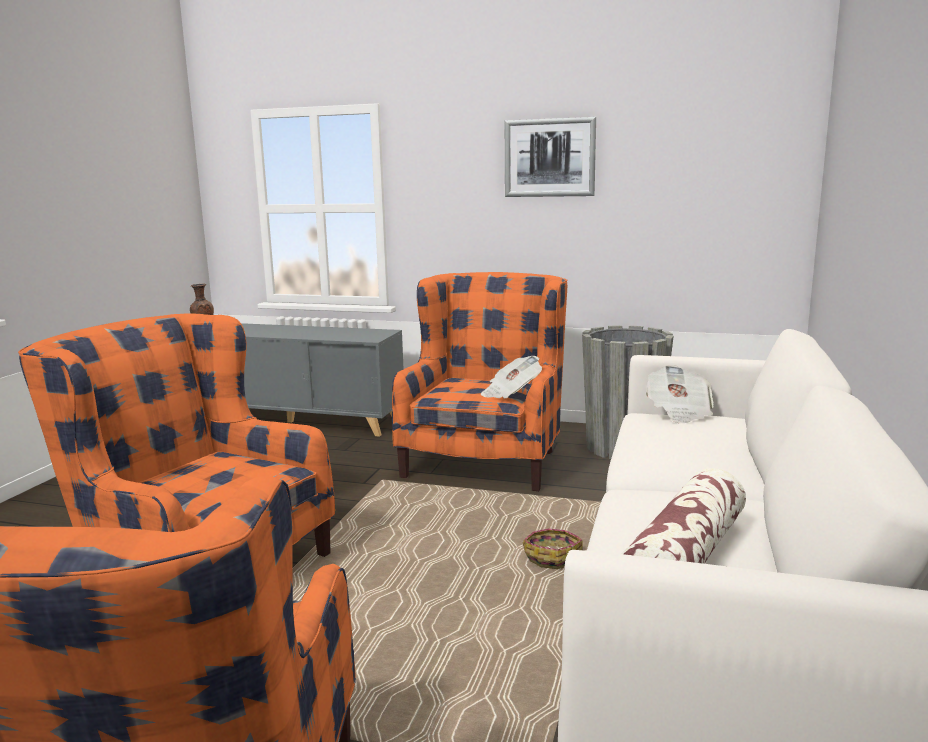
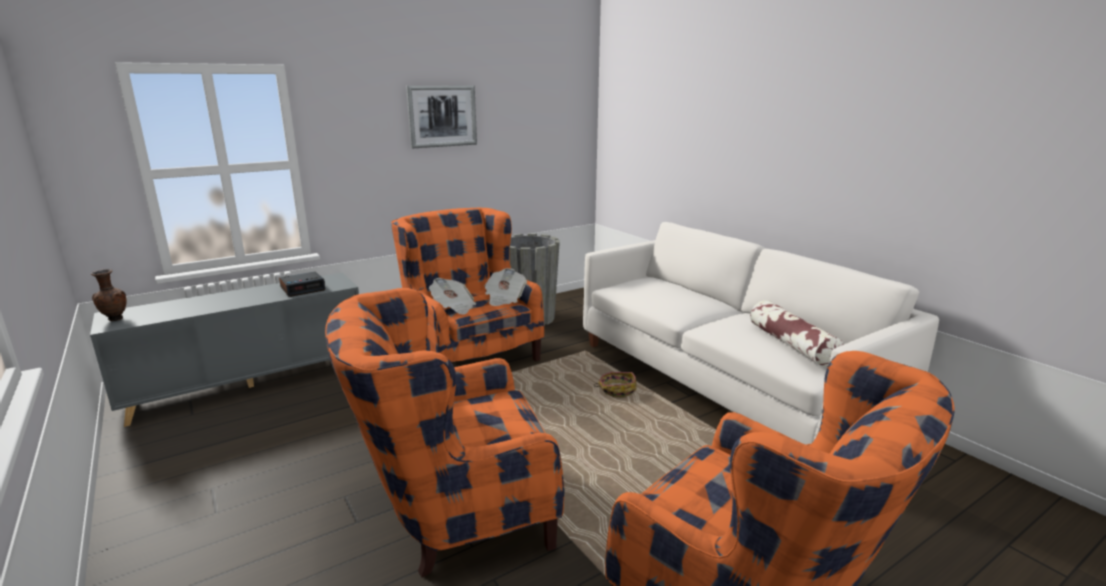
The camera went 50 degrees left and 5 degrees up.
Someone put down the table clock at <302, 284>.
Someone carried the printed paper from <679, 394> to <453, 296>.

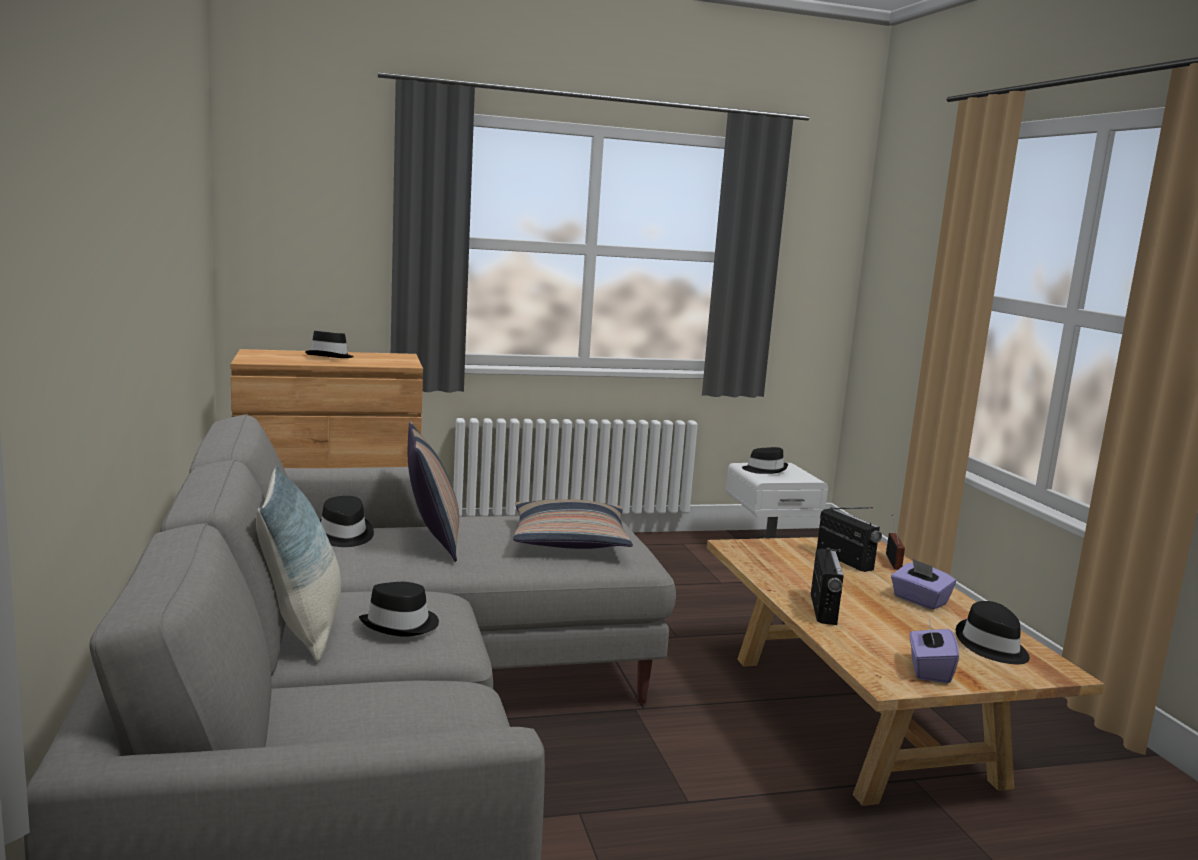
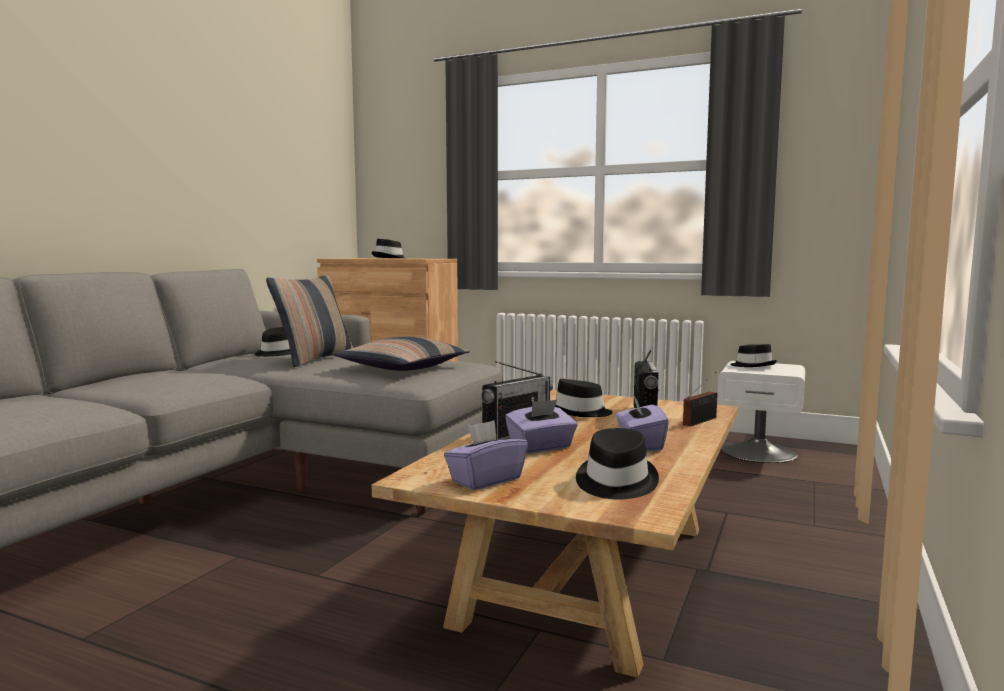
The camera went 40 degrees right and 5 degrees down.
Someone took away the pillow at <298, 563>.
Someone put down the purple box of tissues at <541, 427>.
Someone carried the blackish wearable hat from <399, 609> to <584, 398>.

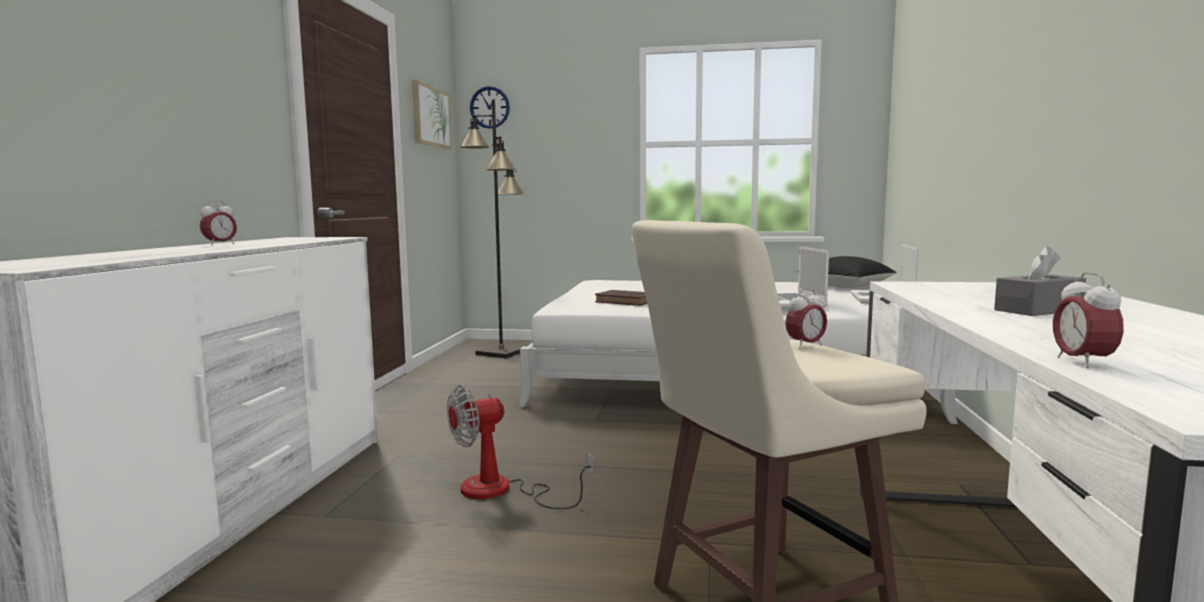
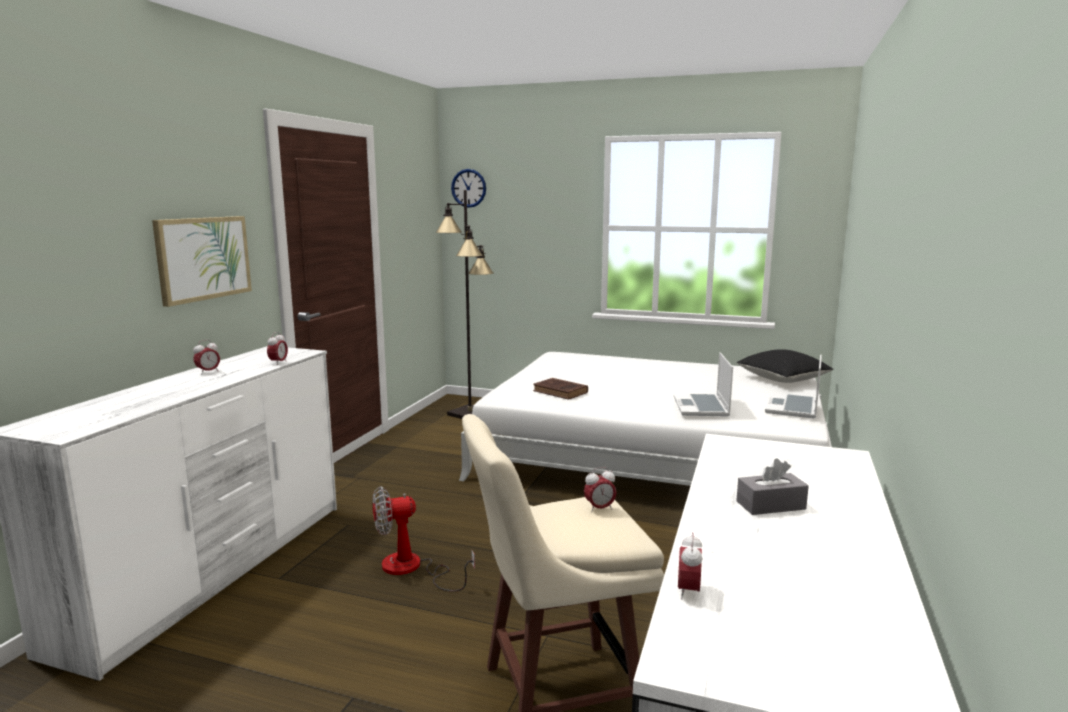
The camera went 10 degrees right and 5 degrees up.
Someone put down the table clock at <277, 348>.
Someone carried the wall art from <432, 114> to <202, 261>.

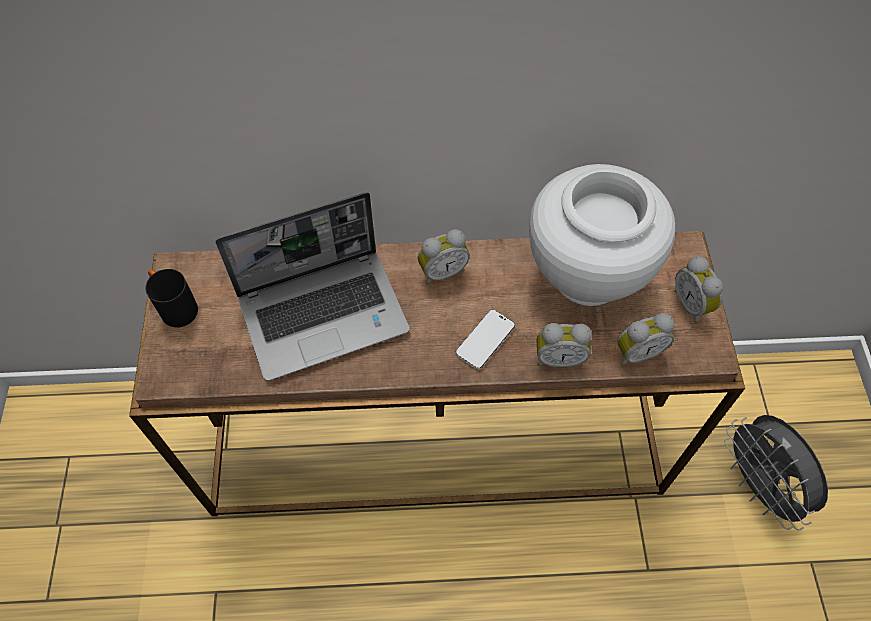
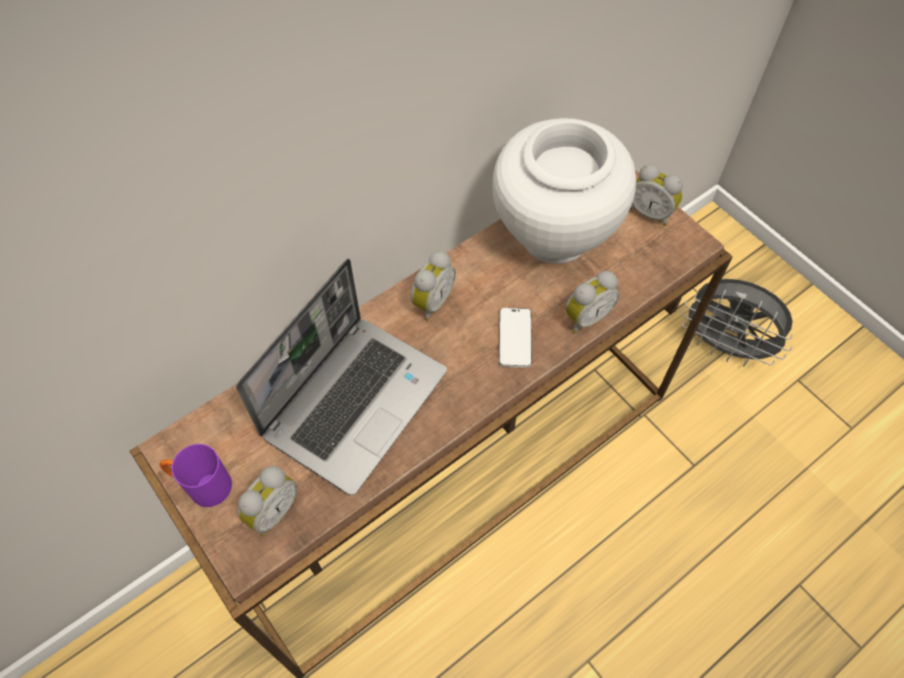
The camera went 35 degrees left and 0 degrees up.
Someone carried the table clock from <646, 339> to <267, 501>.
Someone repainted the blackish mug at <172, 298>, which became the purple mug at <196, 475>.

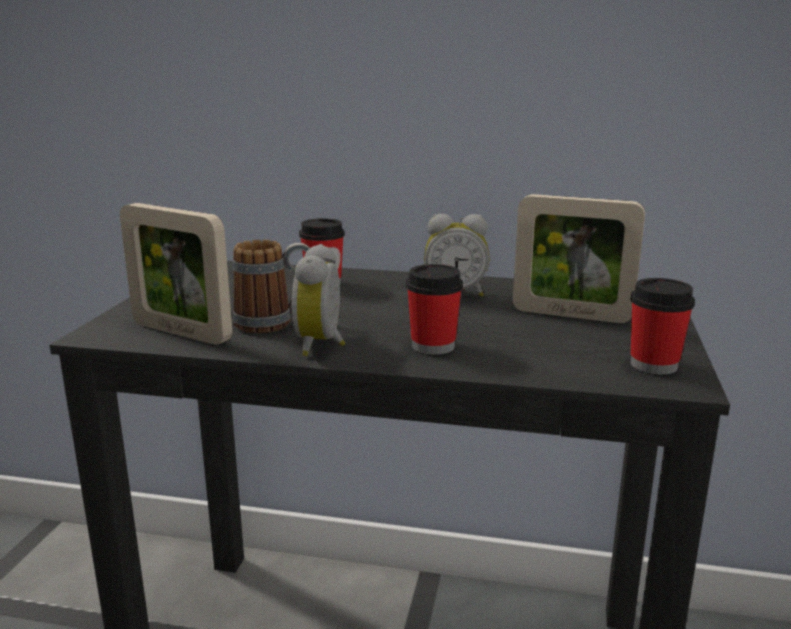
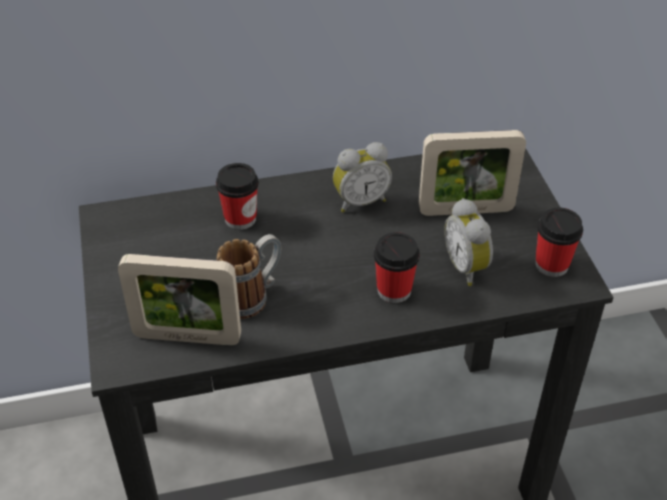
The camera went 25 degrees left and 25 degrees up.
Someone carried the table clock from <318, 300> to <468, 242>.

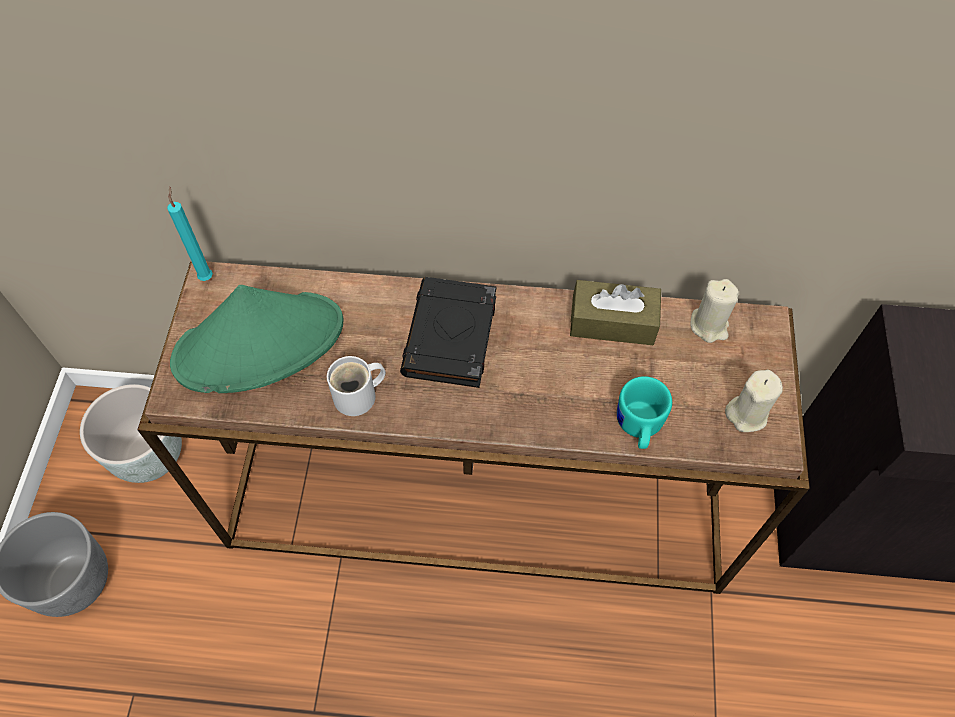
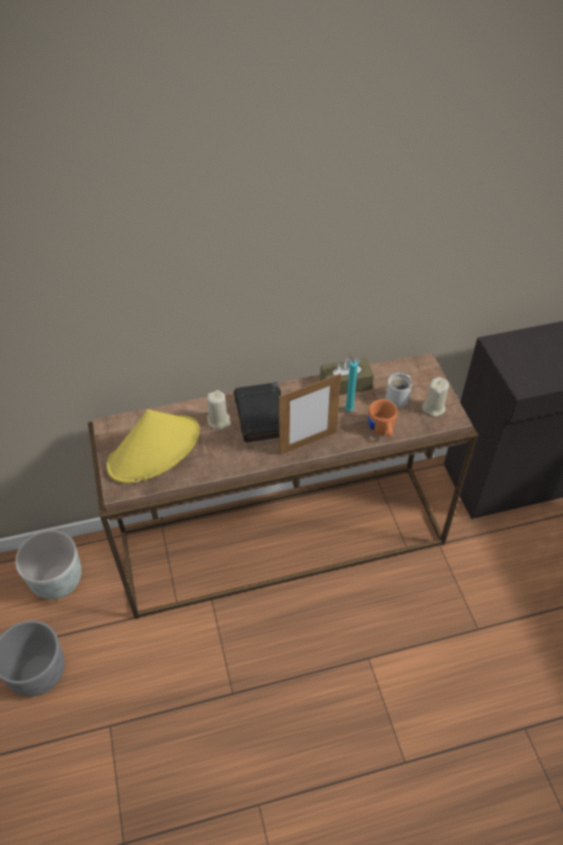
The camera went 20 degrees left and 10 degrees down.
Someone put down the photo frame at <310, 414>.
Someone carried the turquoise-coloured candle from <190, 234> to <351, 382>.
Someone carried the whitish mug from <356, 386> to <398, 390>.
Someone carried the beige candle from <714, 311> to <219, 410>.
Someone repainted the green-coloured wearable hat at <256, 339>, which became the yellow-coloured wearable hat at <153, 446>.
Someone repainted the turquoise-coloured mug at <644, 412>, which became the orange-coloured mug at <383, 418>.

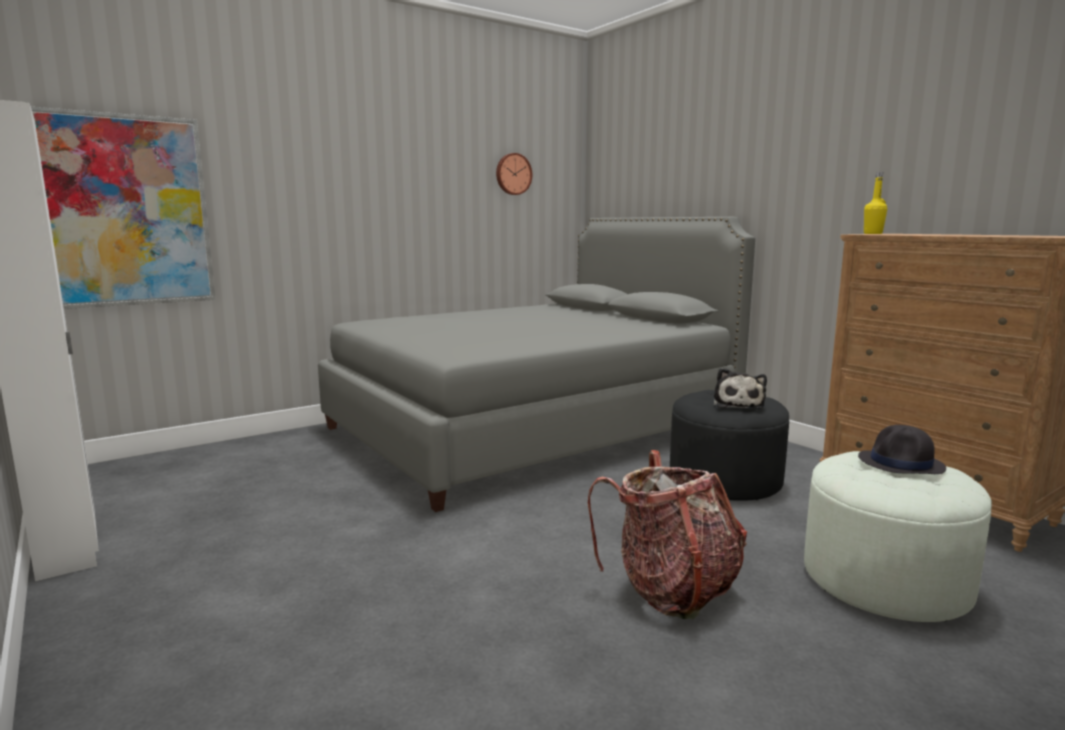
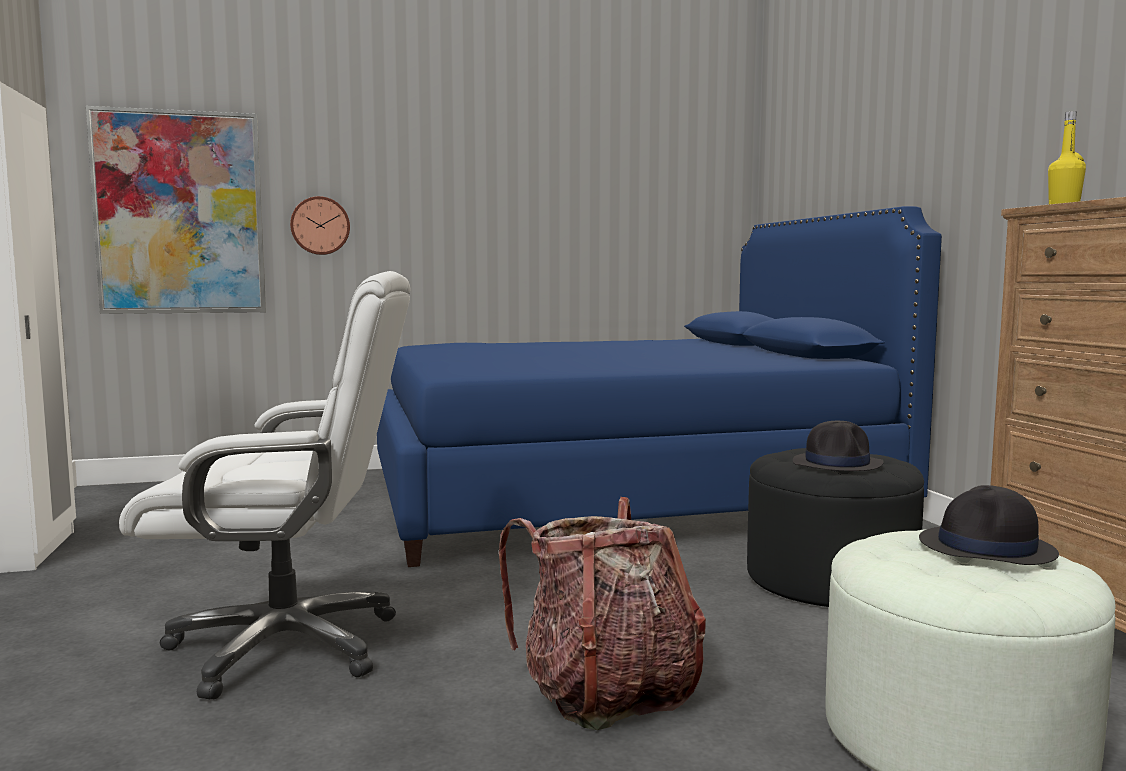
The camera went 20 degrees right and 5 degrees down.
Someone put down the whitish desk chair at <265, 485>.
Someone carried the clock on the wall from <514, 174> to <320, 225>.
Someone swapped the soft toy at <740, 388> for the blackish wearable hat at <838, 446>.
Someone repainted the greyish sleeping bed at <536, 364>, which became the blue sleeping bed at <659, 386>.

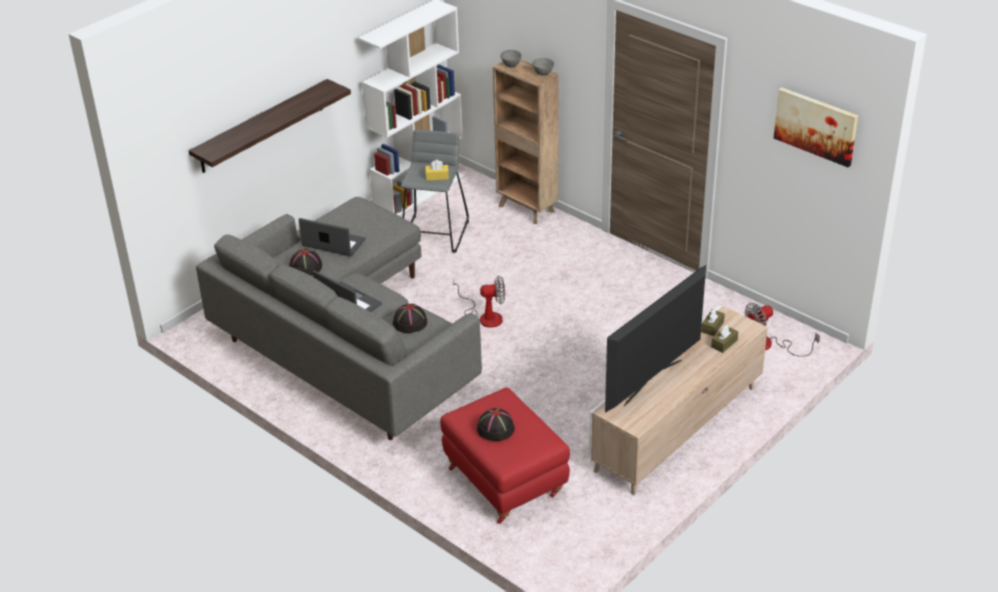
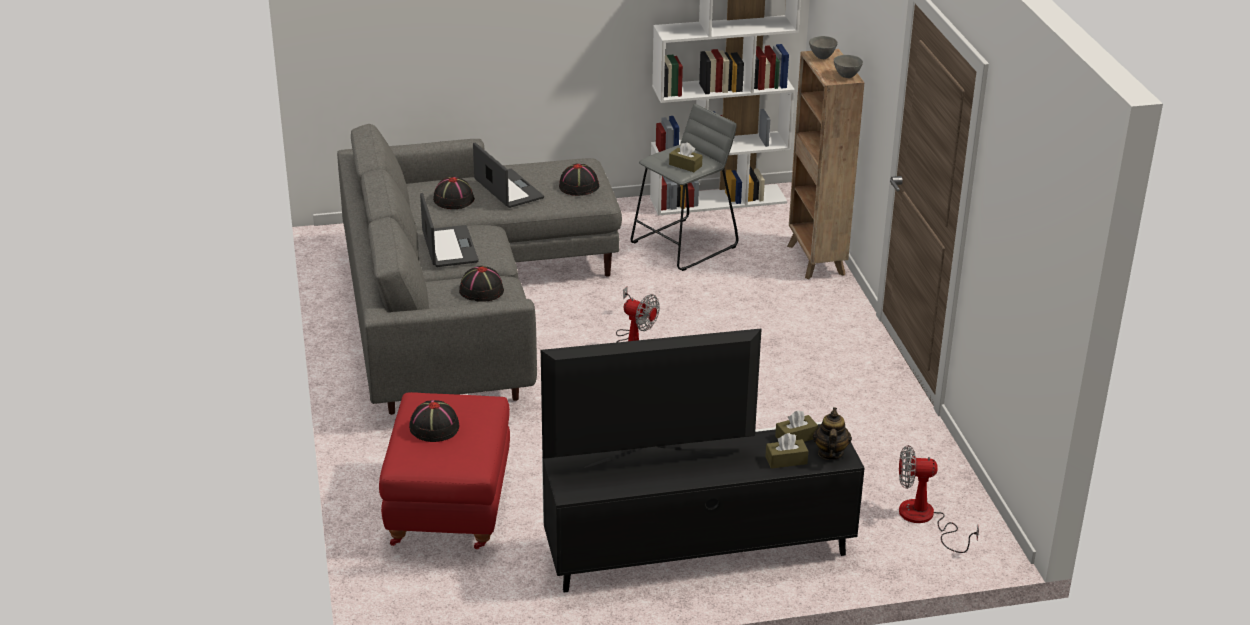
The camera went 35 degrees right and 5 degrees down.
Someone took away the shelf at <270, 126>.
Someone took away the wall art at <816, 127>.
Someone put down the blackish wearable hat at <579, 179>.
Someone put down the teapot at <832, 433>.
Someone repainted the yellow-coloured box of tissues at <437, 170>, which became the brown-coloured box of tissues at <685, 157>.
Someone repainted the beige tv stand at <678, 400>, which became the blackish tv stand at <703, 507>.

